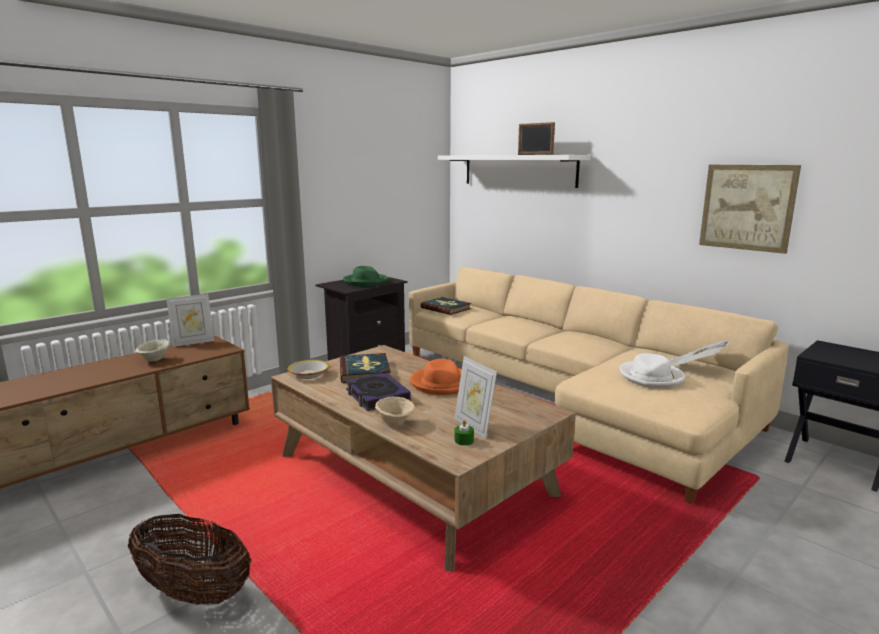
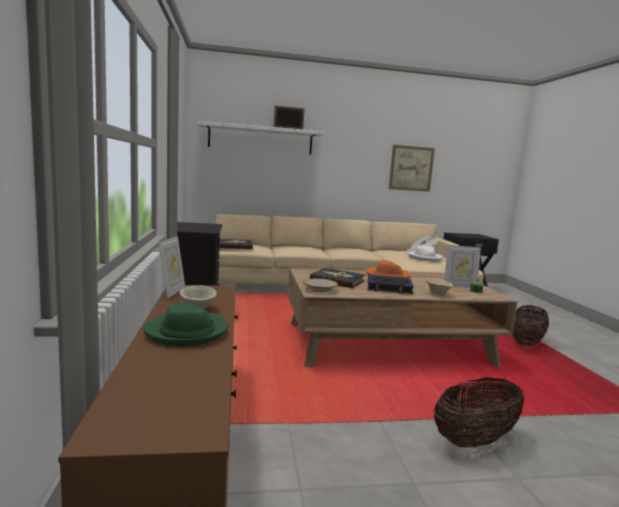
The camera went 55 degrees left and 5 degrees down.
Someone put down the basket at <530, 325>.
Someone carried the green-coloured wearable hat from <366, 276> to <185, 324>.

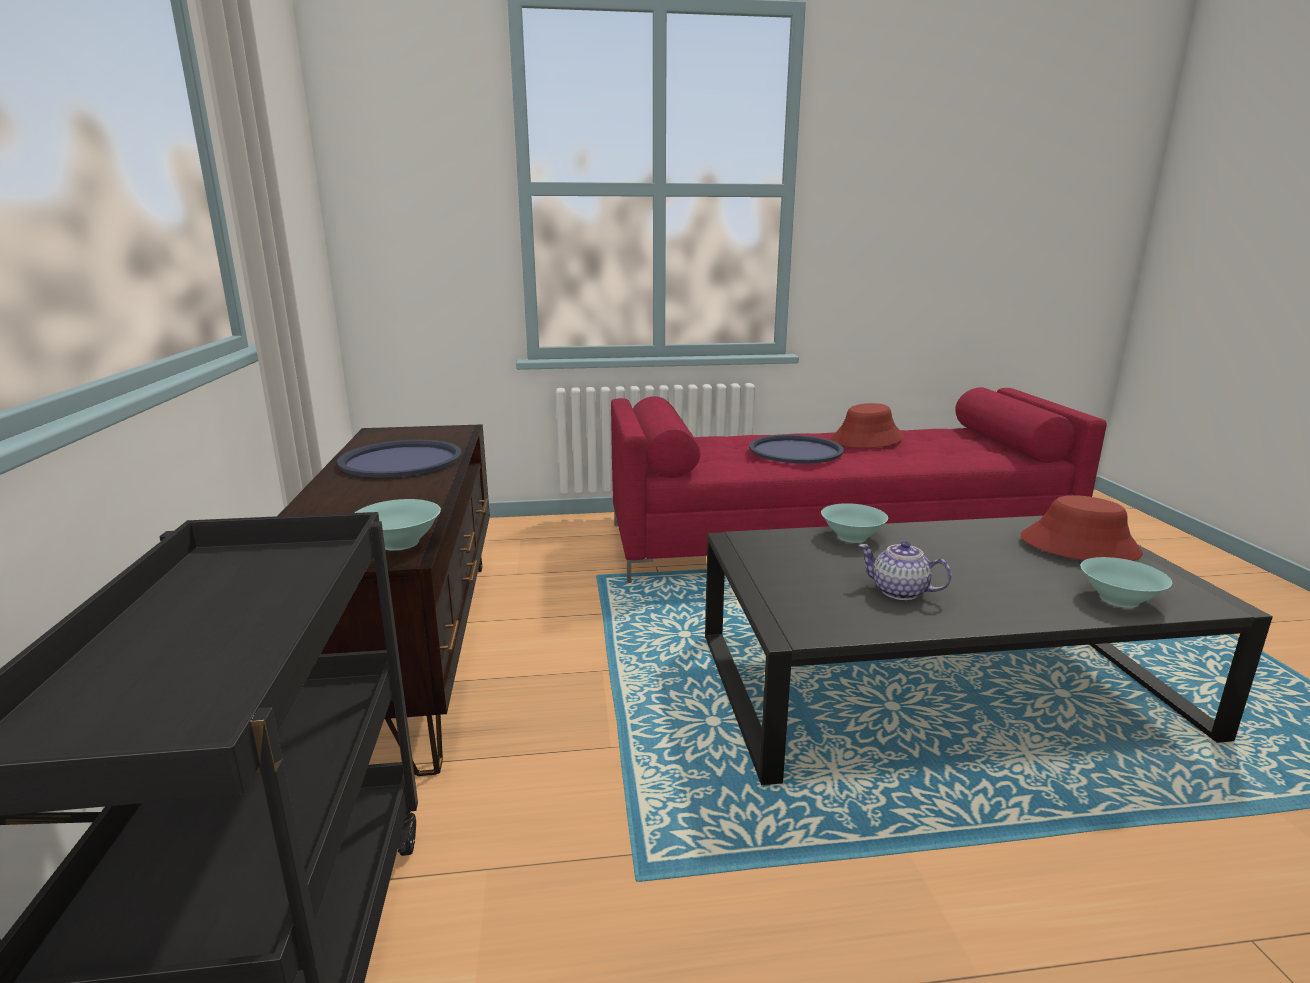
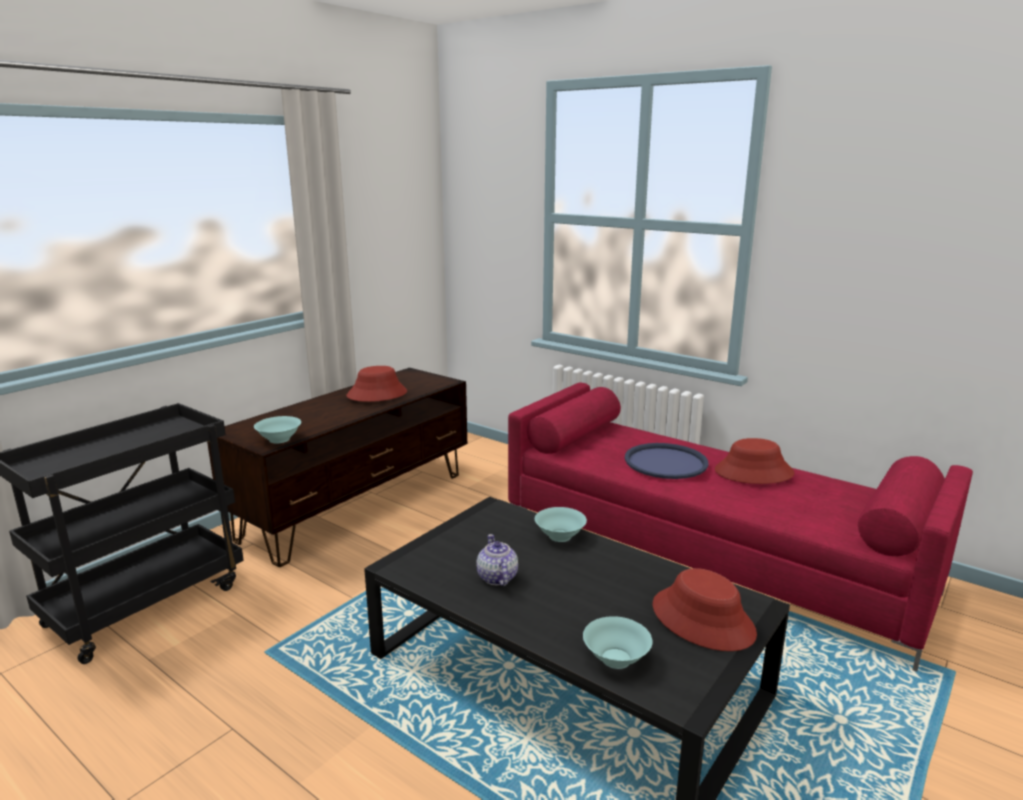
The camera went 45 degrees right and 0 degrees up.
Someone swapped the blue serving tray at <399, 459> for the red-coloured wearable hat at <376, 384>.

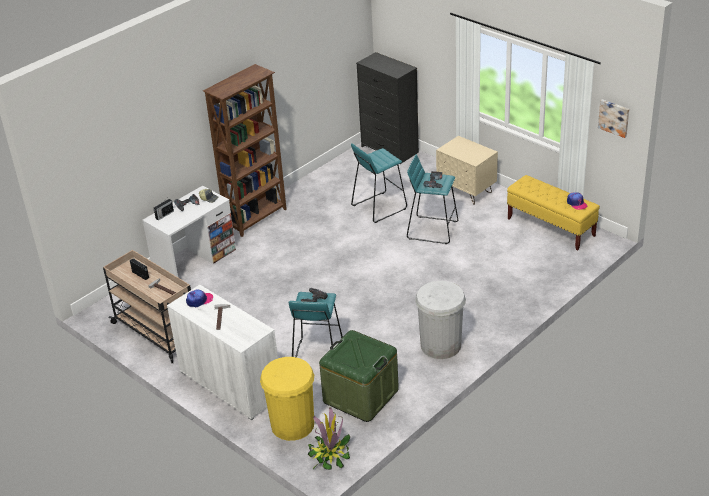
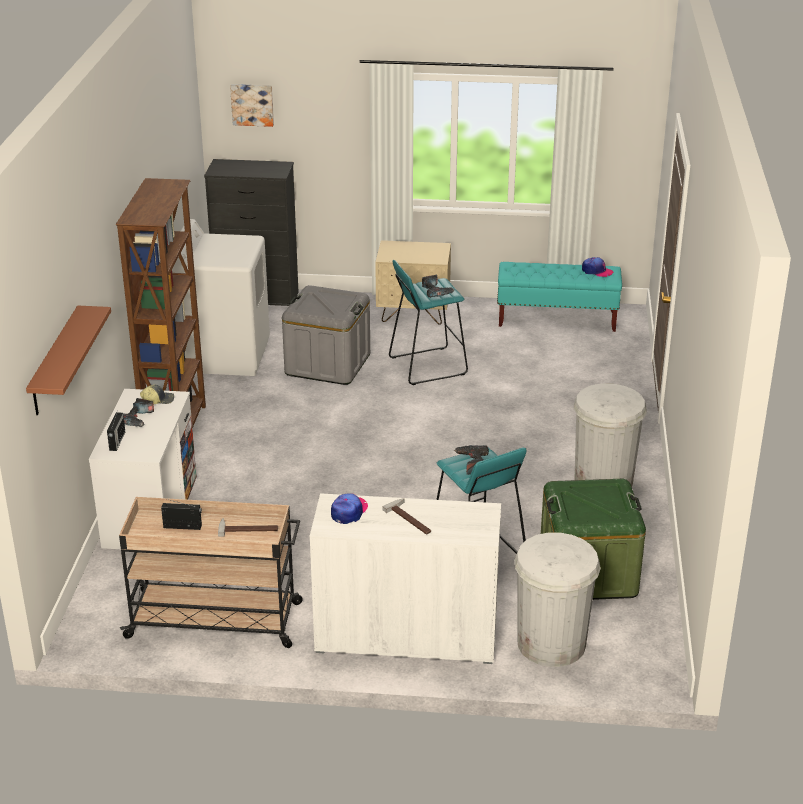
The camera went 40 degrees left and 5 degrees down.
Someone took away the houseplant at <329, 439>.
Someone put up the brown-coloured shelf at <68, 360>.
Someone put down the whitish laundry appliance at <221, 297>.
Someone carried the wall art from <613, 118> to <252, 105>.
Someone swapped the turquoise-coloured stool at <379, 183> for the greyish storage container at <326, 335>.
Someone repainted the yellow-coloured rubbish bin at <287, 399>, which became the whitish rubbish bin at <557, 600>.
Someone repainted the yellow-coloured bench at <553, 212>, which became the turquoise-coloured bench at <559, 297>.

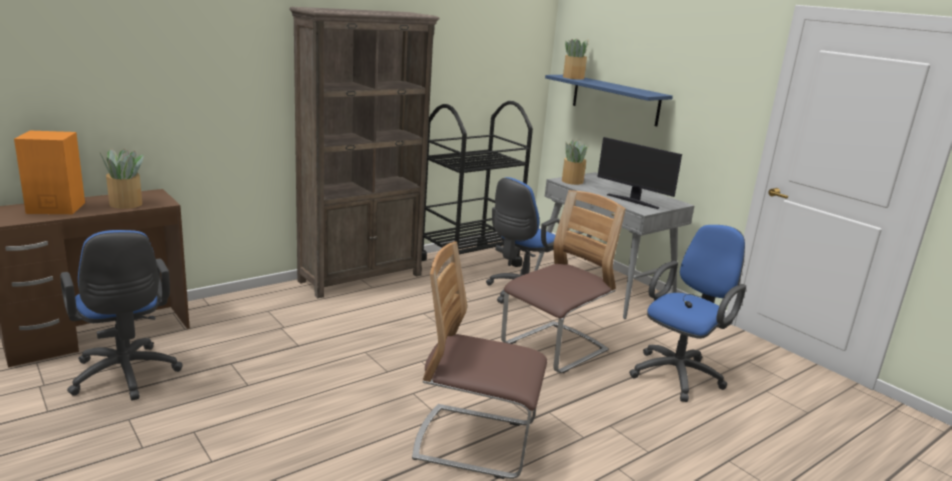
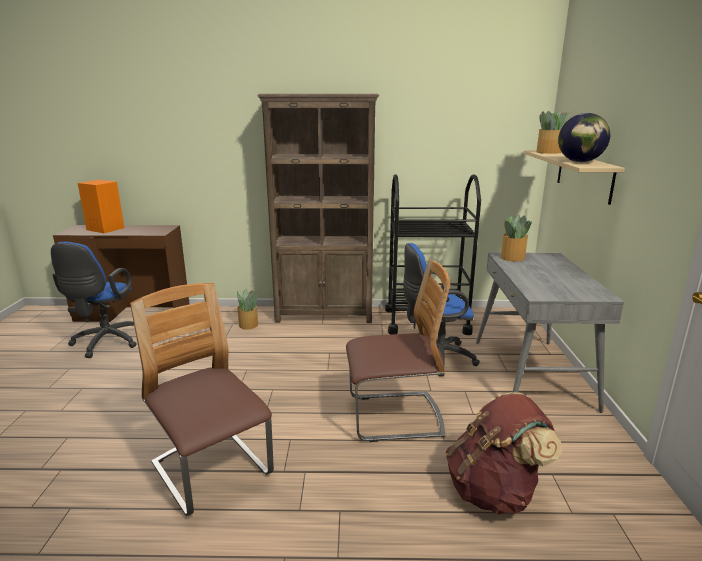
The camera went 40 degrees right and 0 degrees up.
Someone took away the computer screen at <639, 173>.
Someone put down the globe at <584, 137>.
Someone carried the houseplant from <122, 179> to <247, 309>.
Someone swapped the blue desk chair at <687, 313> for the brown-coloured backpack at <504, 453>.
Someone repainted the blue shelf at <609, 100>, which became the beige shelf at <574, 177>.

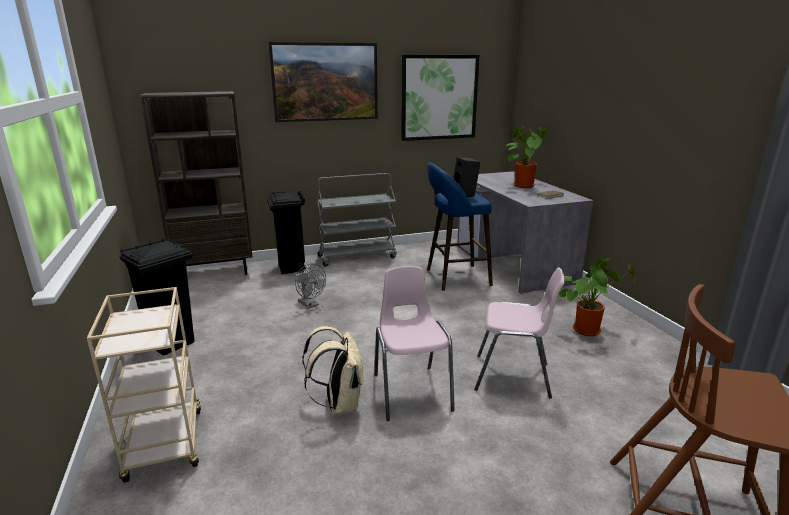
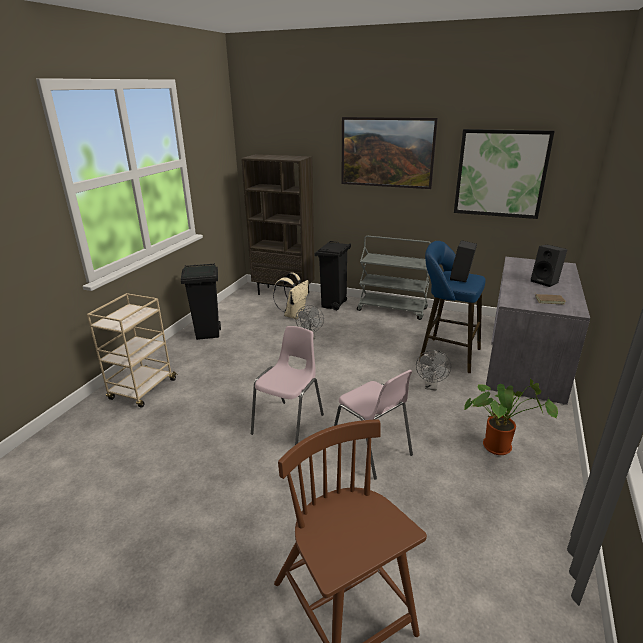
The camera went 40 degrees right and 5 degrees up.
Someone put down the greyish electric fan at <433, 370>.
Someone carried the beige backpack from <333, 370> to <291, 296>.
Someone swapped the houseplant at <527, 157> for the blackish loudspeaker at <549, 266>.

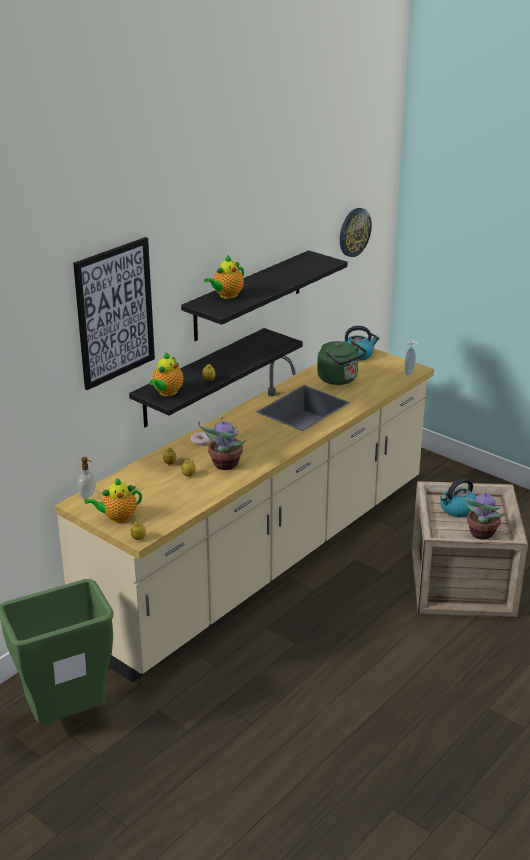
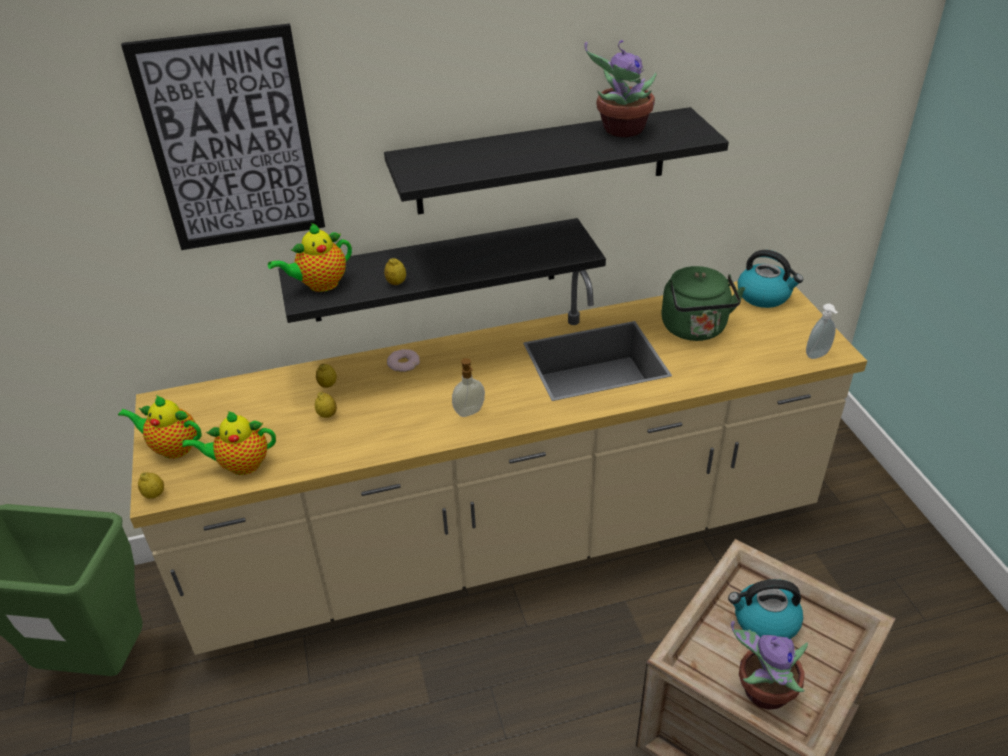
The camera went 35 degrees right and 10 degrees up.
Someone took away the clock on the wall at <356, 232>.
Someone carried the soap bottle from <87, 478> to <468, 387>.
Someone carried the houseplant from <222, 443> to <620, 88>.
Someone carried the teapot from <224, 277> to <229, 443>.

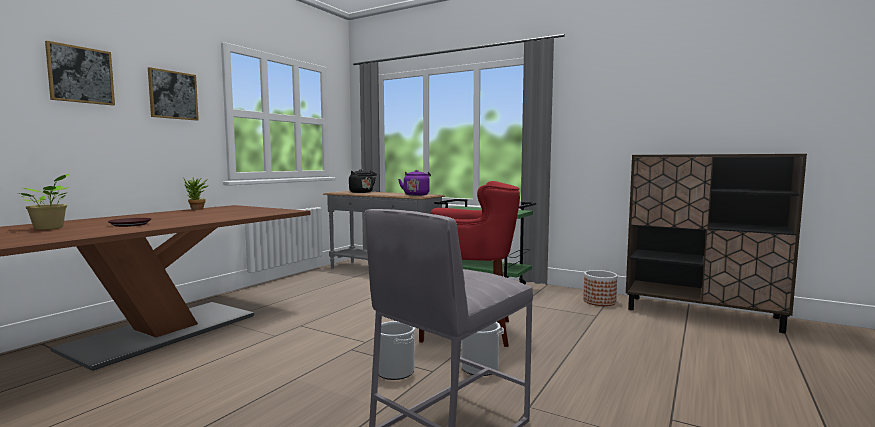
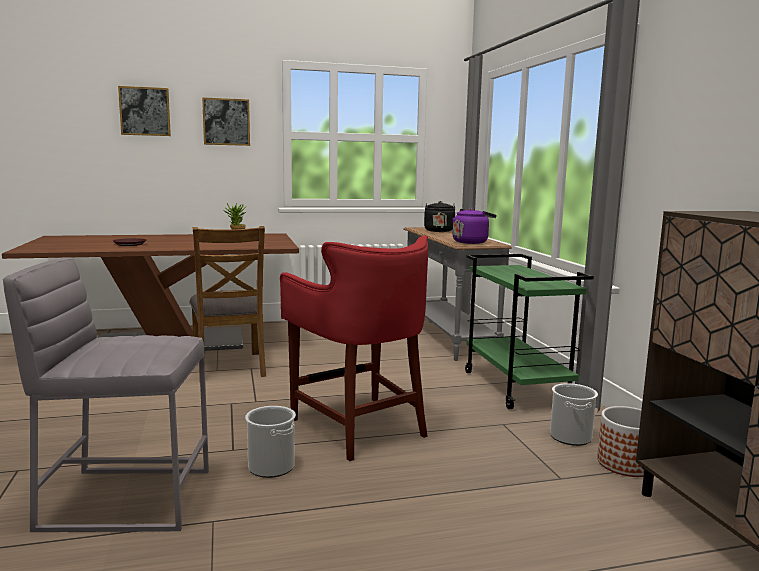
The camera went 45 degrees right and 5 degrees up.
Someone took away the houseplant at <44, 202>.
Someone put down the brown-coloured upright chair at <227, 301>.
Someone carried the pail from <394, 350> to <574, 414>.

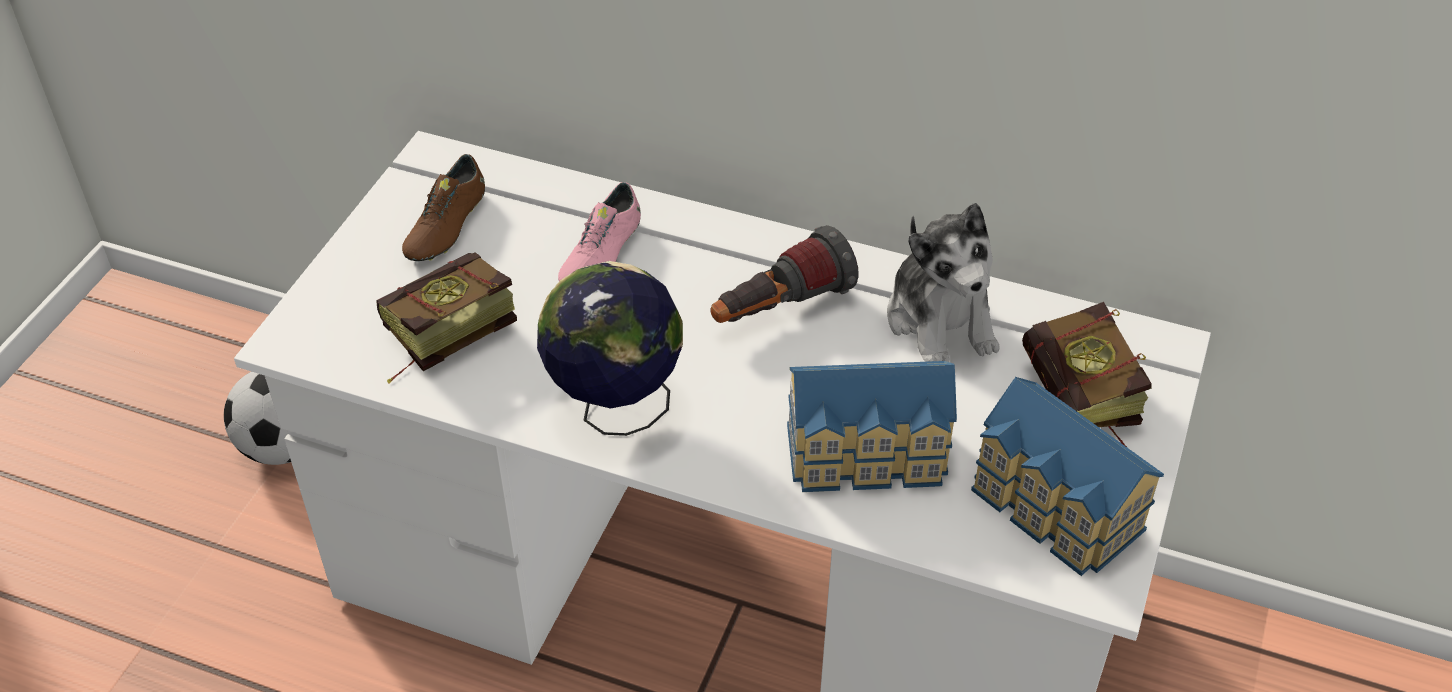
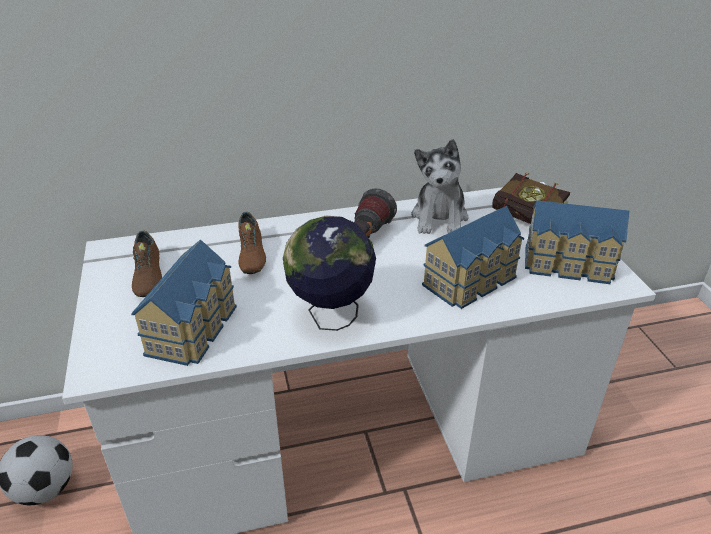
The camera went 35 degrees left and 10 degrees down.
Someone swapped the volume at <446, 318> for the toy house at <184, 302>.
Someone repainted the pinkish shoe at <599, 231>, which became the brown-coloured shoe at <252, 243>.
Someone rotated the soft toy at <943, 282> by 60 degrees clockwise.

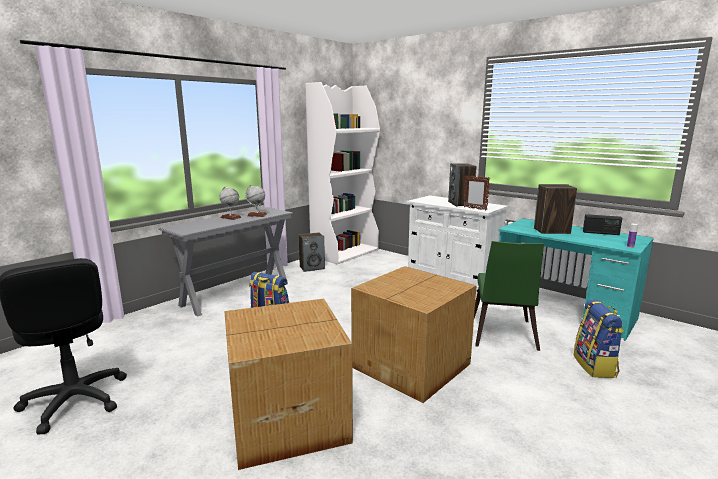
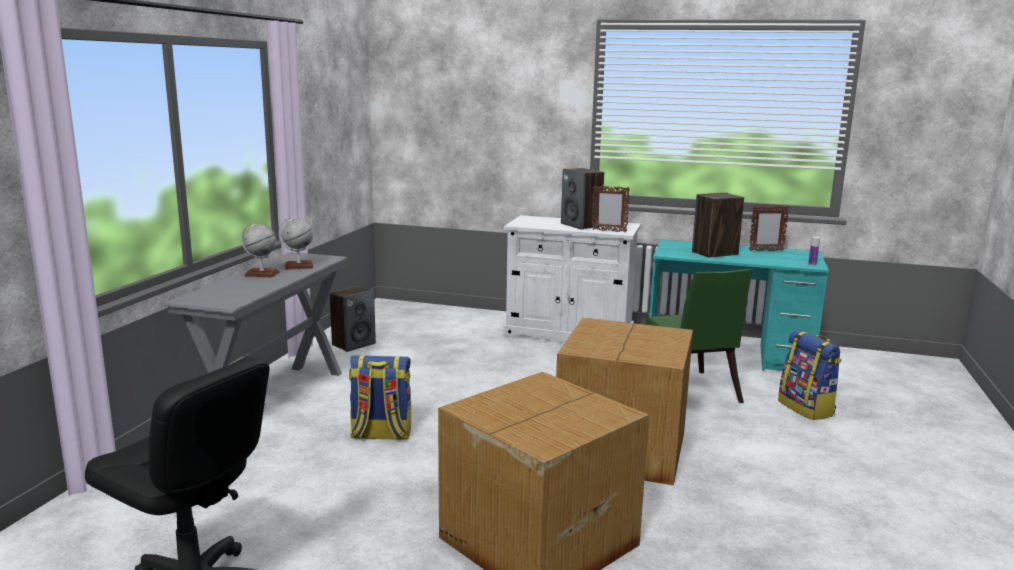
The camera went 25 degrees left and 0 degrees up.
Someone took away the whitish bookshelf at <342, 173>.
Someone swapped the radio at <602, 224> for the photo frame at <769, 228>.

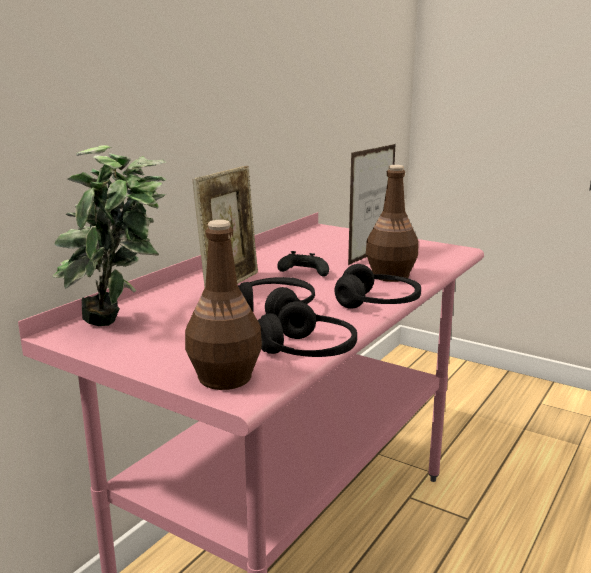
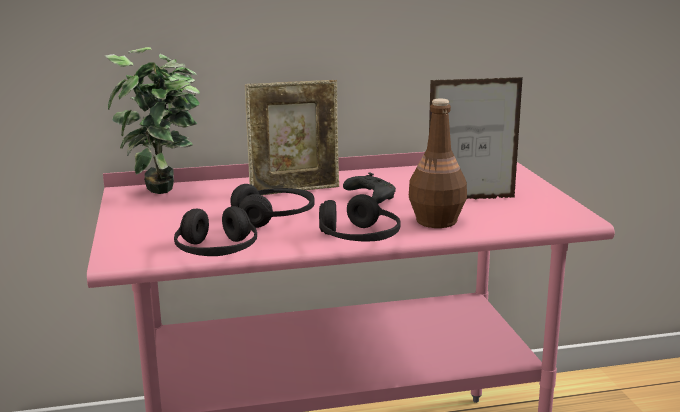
The camera went 45 degrees right and 0 degrees up.
Someone took away the brown-coloured drink bottle at <223, 305>.

